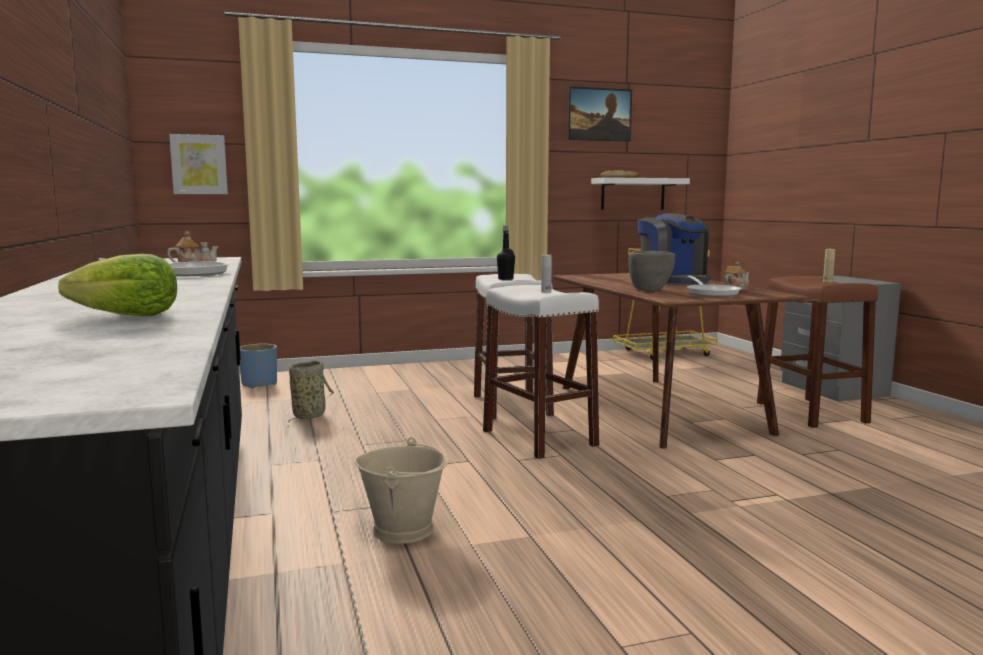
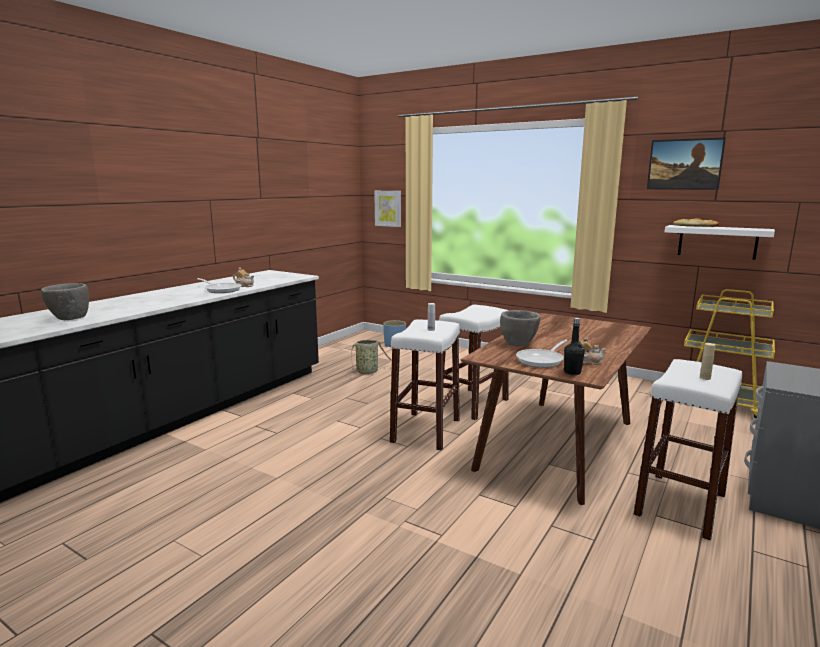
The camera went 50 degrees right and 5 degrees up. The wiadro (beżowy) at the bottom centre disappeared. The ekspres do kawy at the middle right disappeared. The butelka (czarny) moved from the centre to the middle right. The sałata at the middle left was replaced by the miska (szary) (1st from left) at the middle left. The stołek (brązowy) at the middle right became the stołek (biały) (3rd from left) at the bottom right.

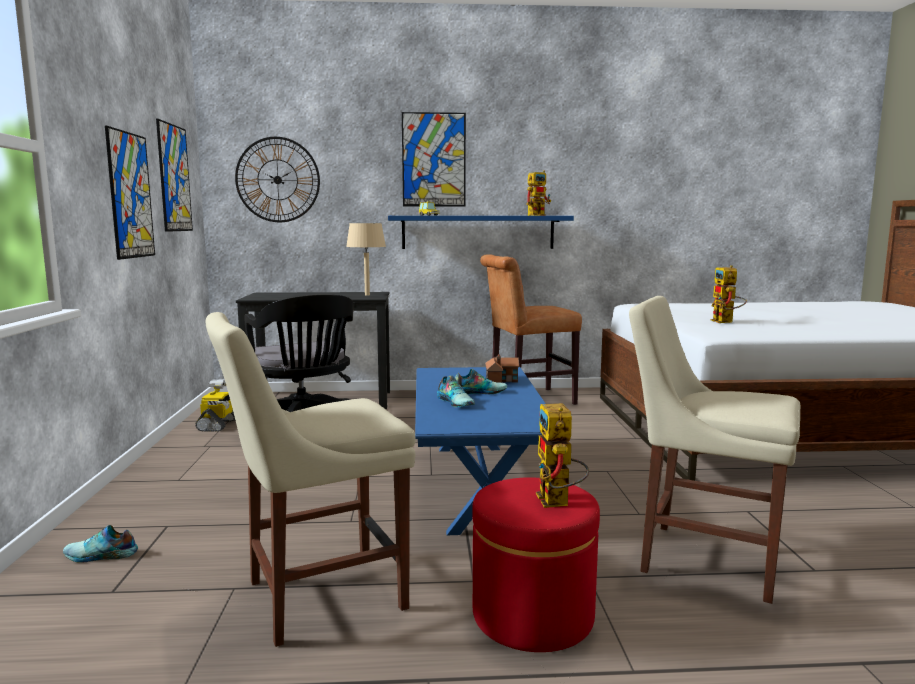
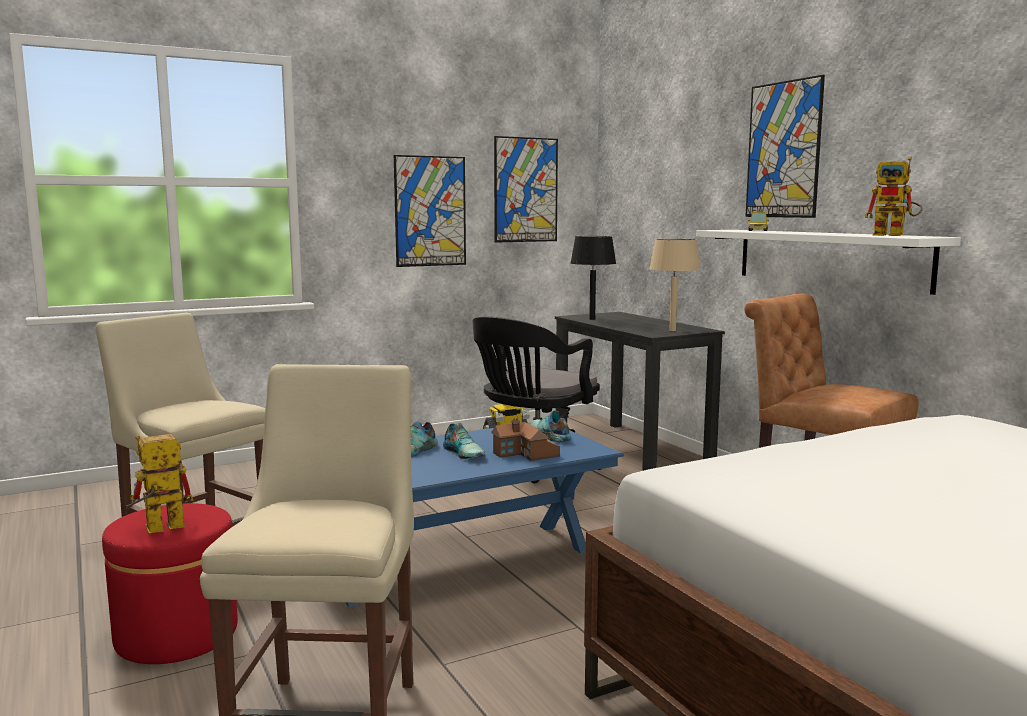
The camera went 65 degrees right and 0 degrees up. The zegar ścienny at the top left disappeared. The robot zabawkowy (4th from left) at the middle right disappeared. The lampa stołowa (czarny) at the centre appeared. The but (1st from left in the first image) moved from the bottom left to the centre. The półka (niebieski) at the centre became the półka (biały) at the middle right.

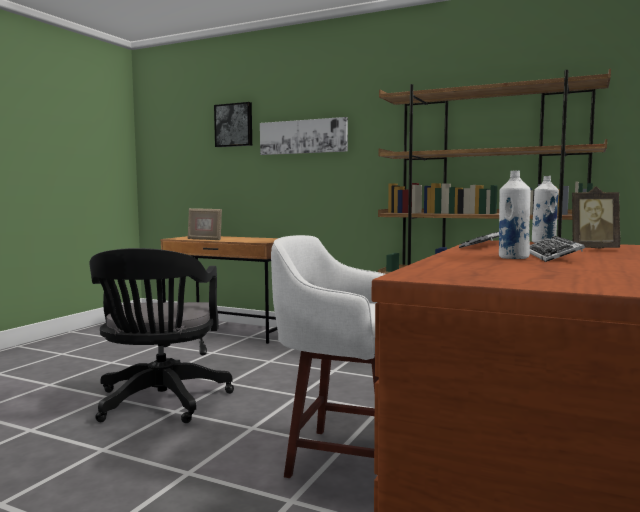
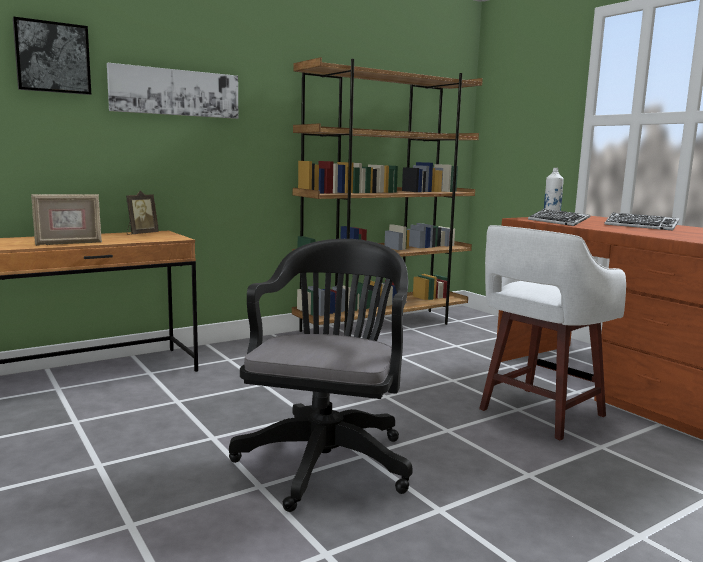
The camera went 60 degrees left and 5 degrees up. The butelka (biały) (1st from left) at the middle right disappeared. The ramka na zdjęcie (2nd from left) moved from the middle right to the middle left. The krzesło biurowe (czarny) at the middle left turned 105 degrees counterclockwise.

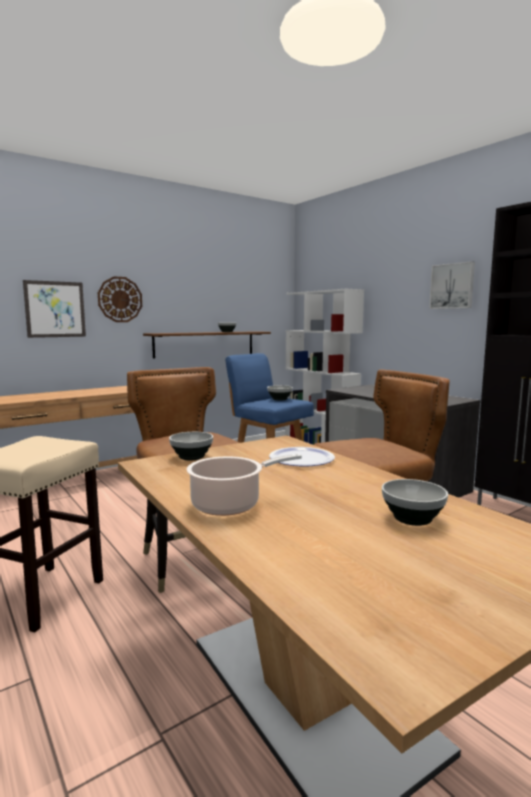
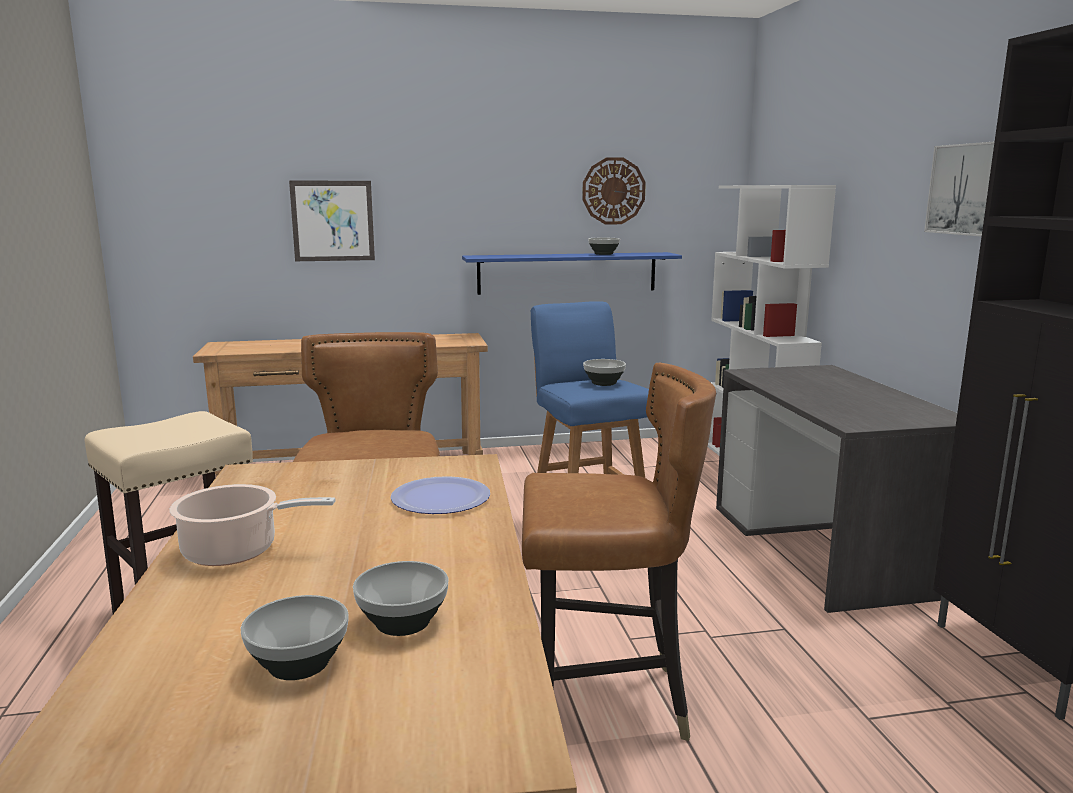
The camera went 25 degrees right and 5 degrees up. The zegar ścienny moved from the middle left to the top centre. The miska (1st from left) moved from the centre to the bottom left. The półka (brązowy) at the centre became the półka (niebieski) at the centre.

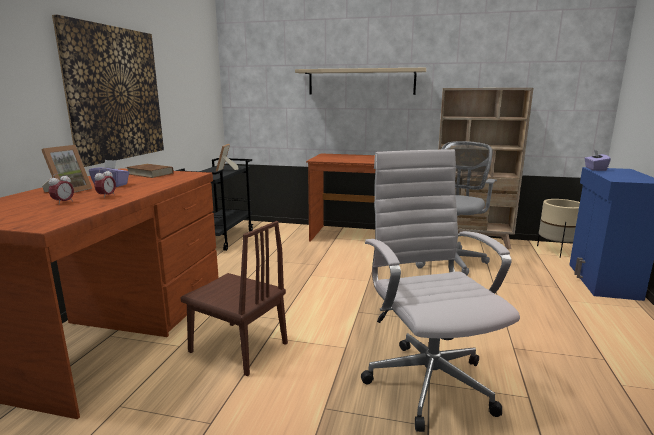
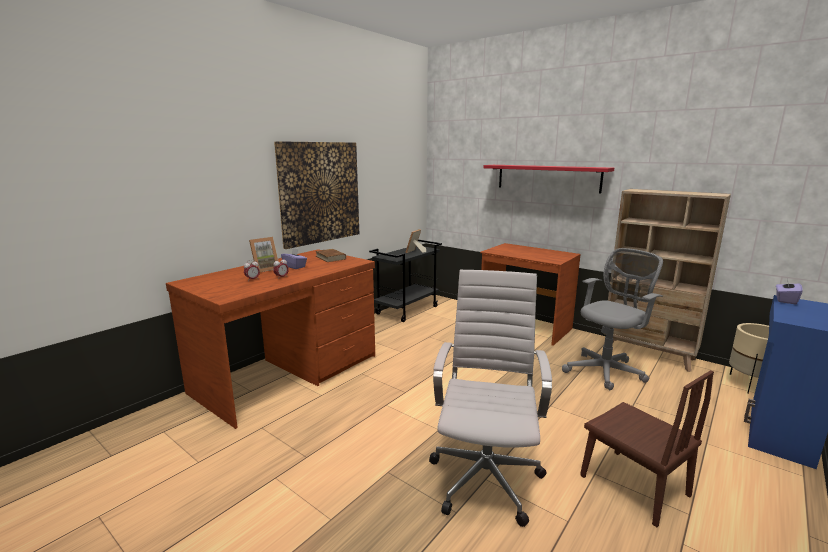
The camera went 25 degrees right and 0 degrees up. The krzesło (brązowy) moved from the bottom centre to the bottom right. The półka (beżowy) at the top centre became the półka (czerwony) at the top centre.

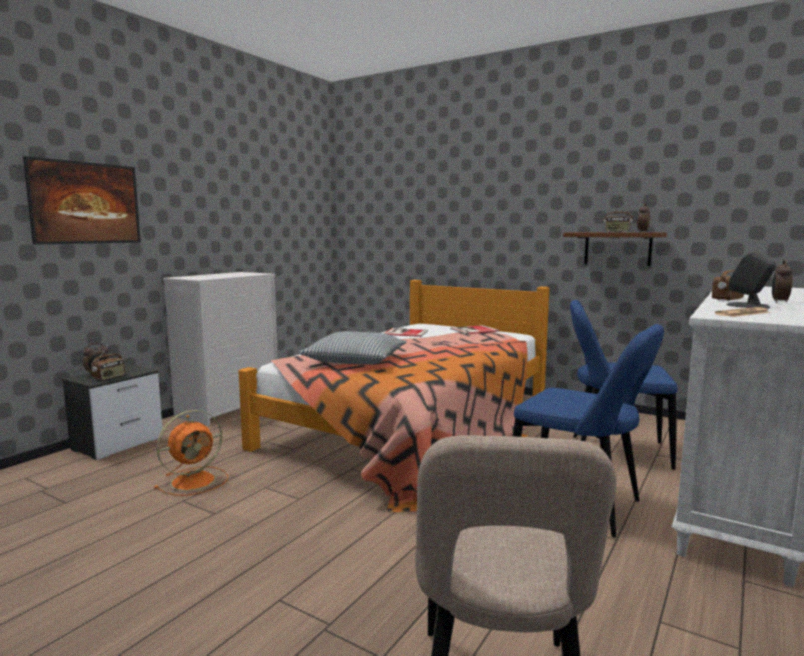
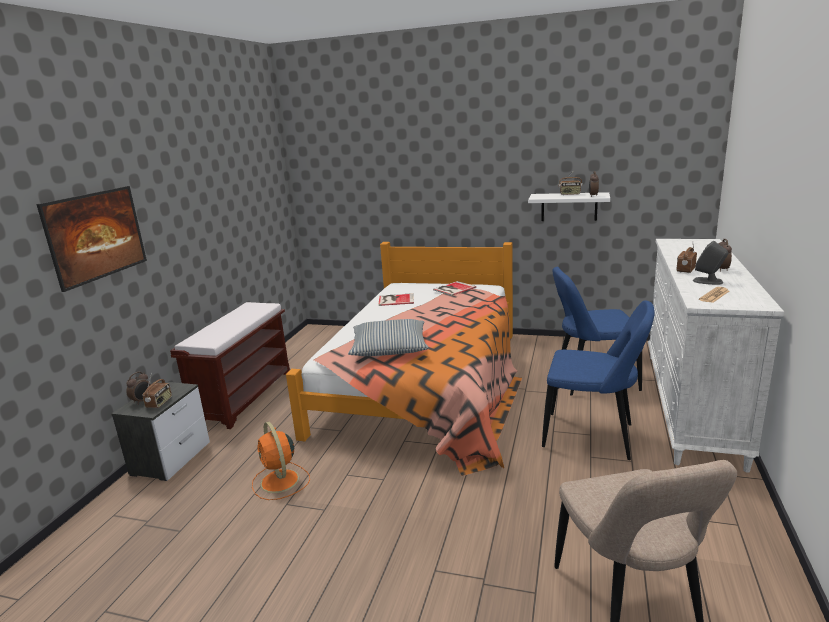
The camera went 15 degrees left and 10 degrees up. The komoda (biały) (1st from left) at the middle left was replaced by the ławka (brązowy) at the middle left. The półka (brązowy) at the middle right became the półka (biały) at the top right. The wentylator (pomarańczowy) at the bottom left turned 120 degrees clockwise.

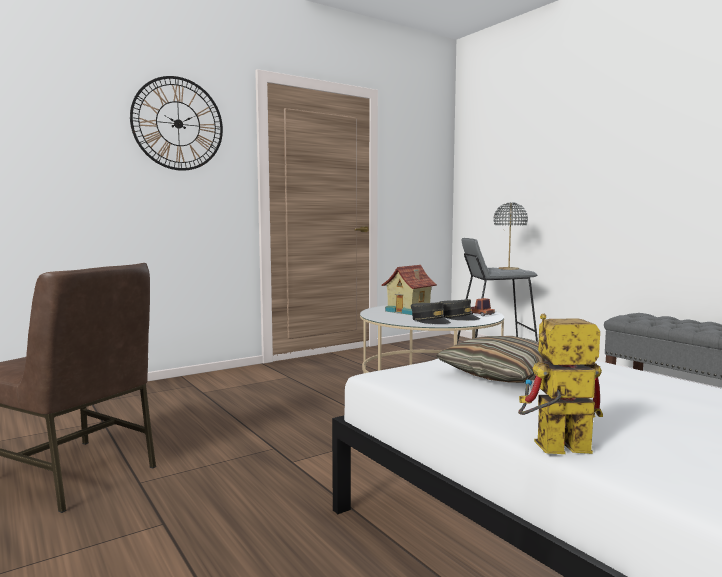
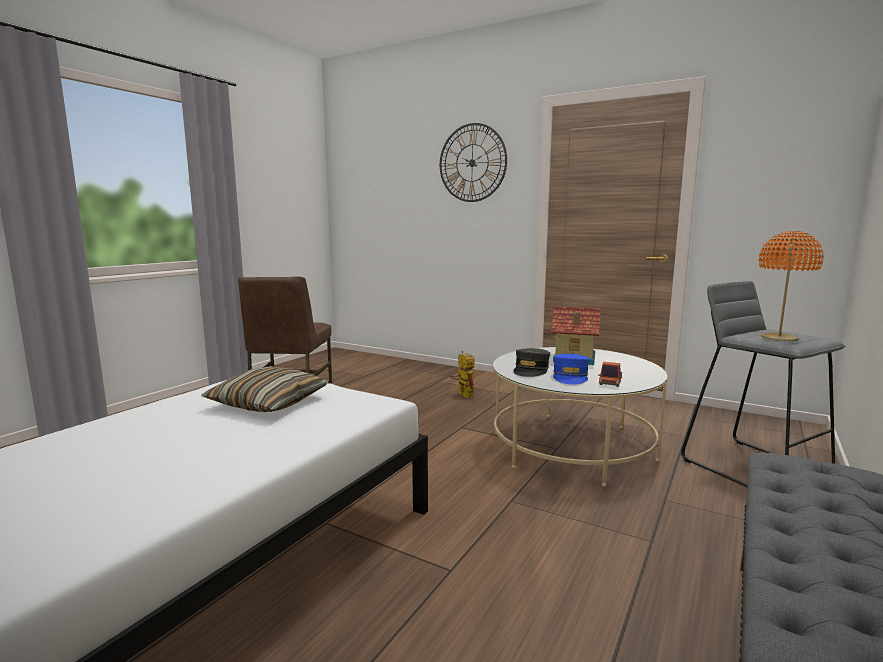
The camera went 65 degrees right and 5 degrees up. The robot zabawkowy moved from the middle right to the centre. The czapka z daszkiem (szary) (2nd from left) at the centre became the czapka z daszkiem (niebieski) at the centre. The lampa stołowa (szary) at the middle right became the lampa stołowa (pomarańczowy) at the middle right.

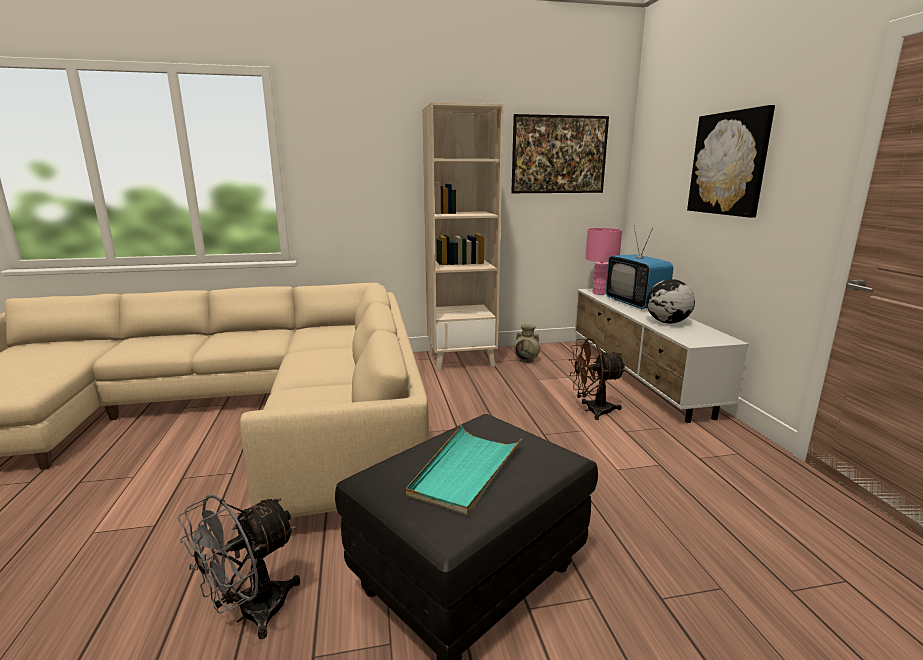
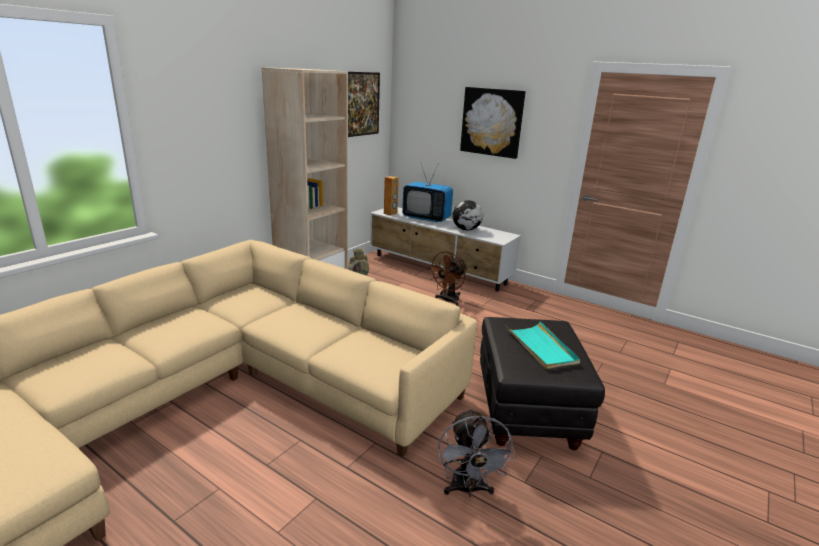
The camera went 45 degrees left and 5 degrees up. The lampa stołowa (różowy) at the centre was replaced by the głośnik (brązowy) at the centre.

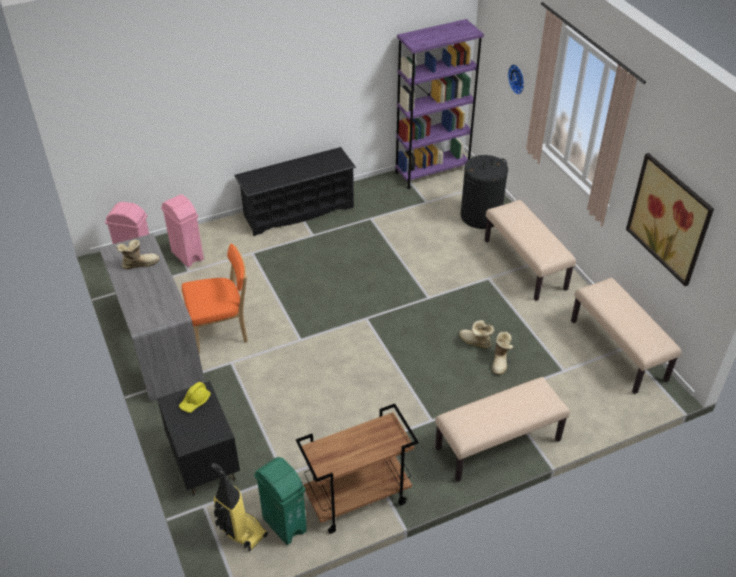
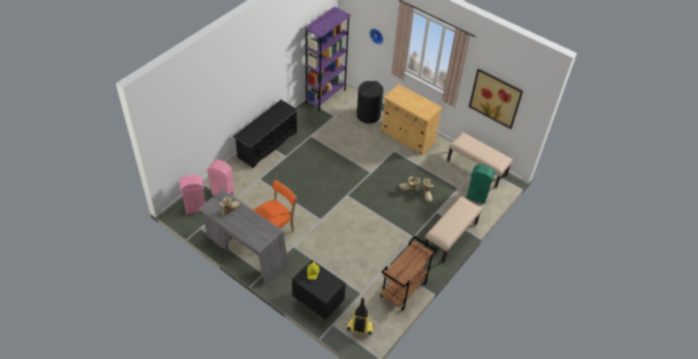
The camera went 30 degrees left and 5 degrees up. The kosz na śmieci (zielony) moved from the bottom centre to the middle right. The ławka (beżowy) (2nd from left) at the middle right was replaced by the szafka (beżowy) at the top centre.

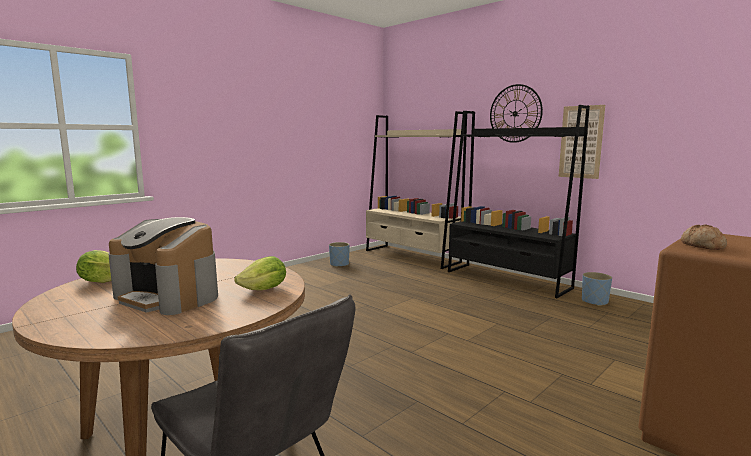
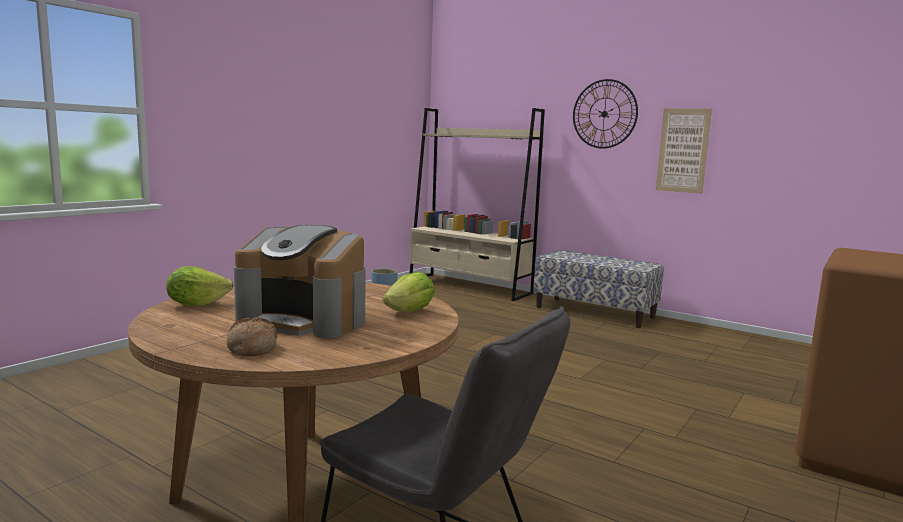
The camera went 10 degrees left and 0 degrees up. The donica (niebieski) (2nd from left) at the middle right disappeared. The chleb moved from the middle right to the middle left. The regał (czarny) at the middle right was replaced by the ławka at the centre.

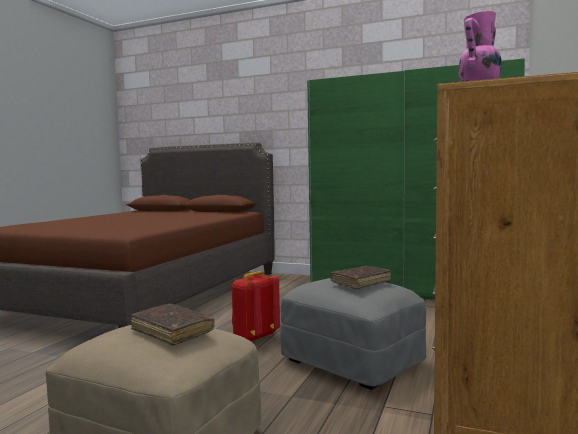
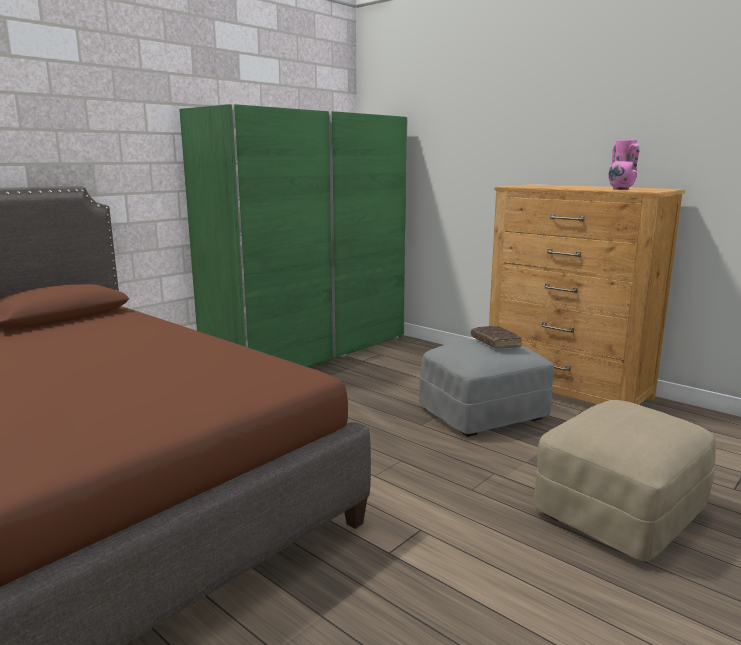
The camera went 70 degrees left and 10 degrees up. The książka (brązowy) (1st from left) at the bottom left disappeared. The plecak (czerwony) at the bottom centre disappeared.

